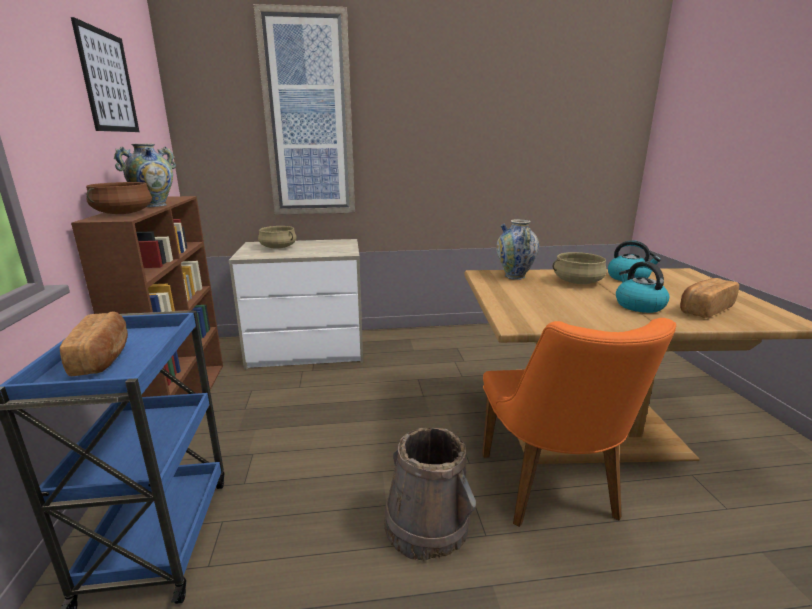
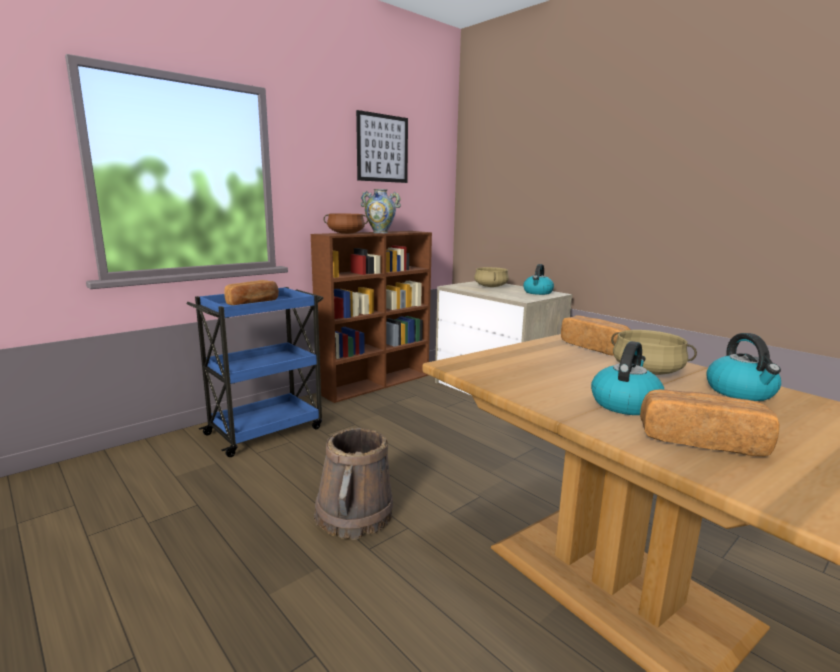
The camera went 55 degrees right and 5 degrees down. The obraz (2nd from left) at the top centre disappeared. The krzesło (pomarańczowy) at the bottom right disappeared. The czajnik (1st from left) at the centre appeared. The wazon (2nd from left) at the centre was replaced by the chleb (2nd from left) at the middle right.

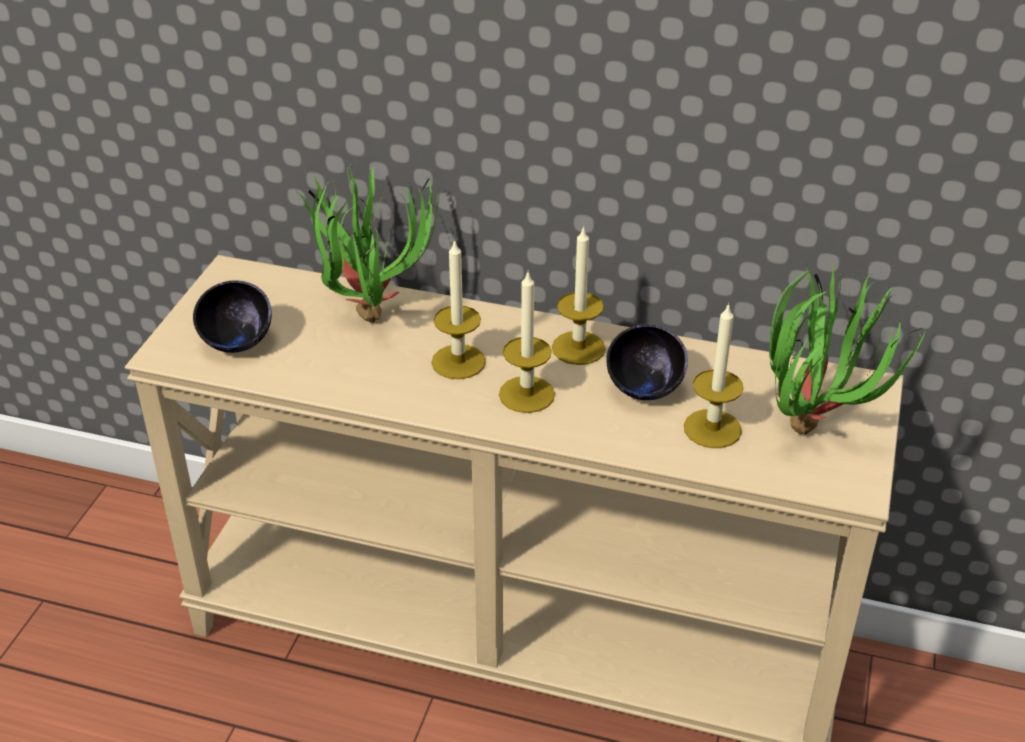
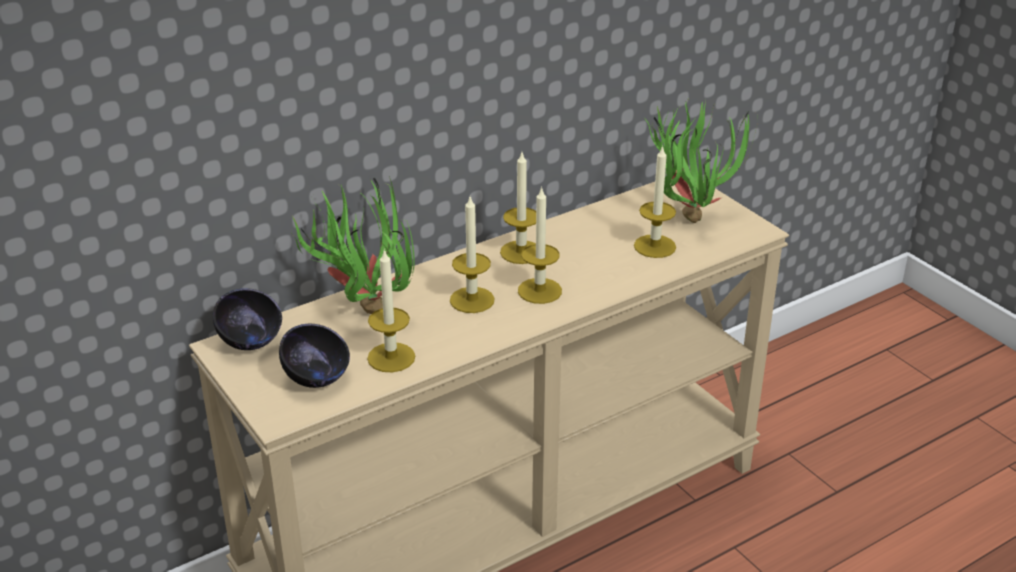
The camera went 50 degrees left and 5 degrees down. The świeca (1st from left) at the centre appeared. The miska (czarny) (2nd from left in the first image) moved from the centre to the middle left.

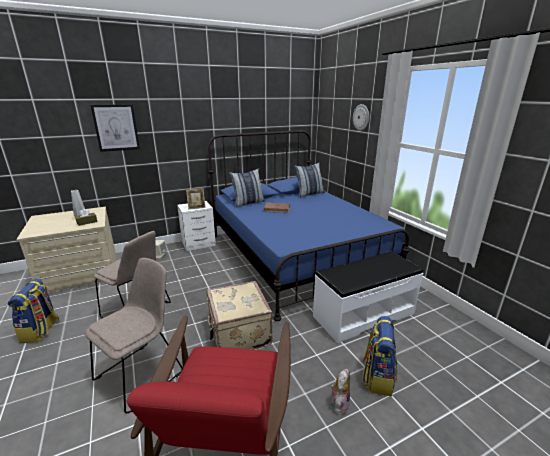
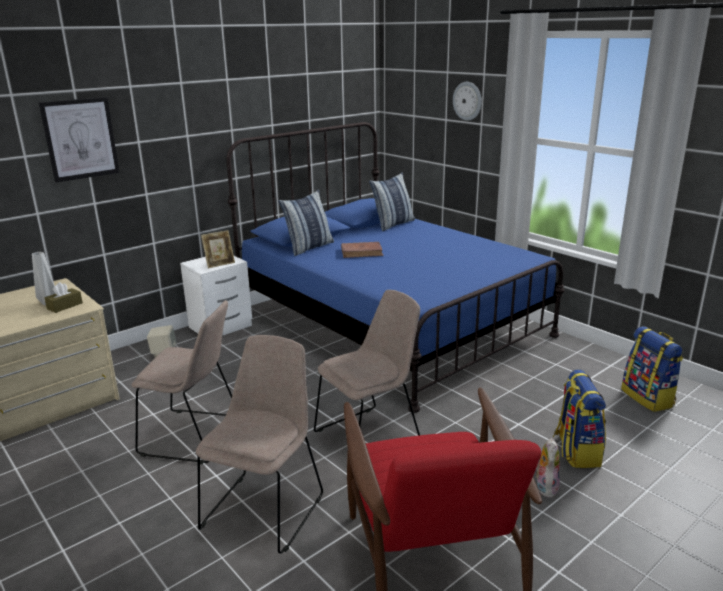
The camera went 15 degrees left and 0 degrees up. The ławka (biały) at the middle right disappeared. The plecak (1st from left in the first image) moved from the bottom left to the middle right. The walizka (beżowy) at the bottom centre was replaced by the krzesło (beżowy) (3rd from left) at the centre.

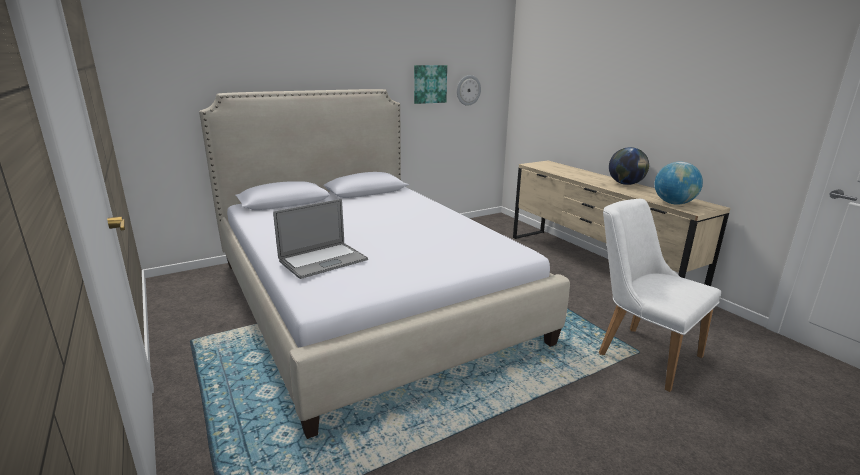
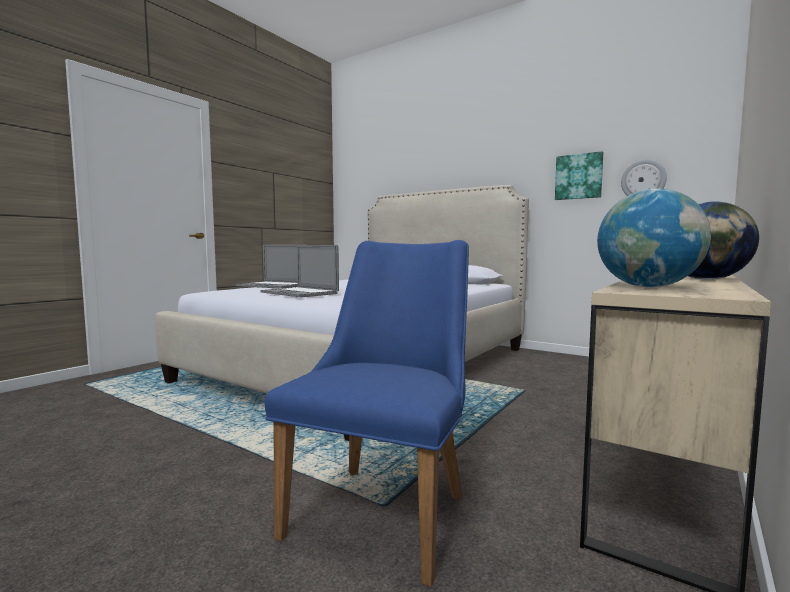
The camera went 65 degrees right and 15 degrees down. The laptop (2nd from left) at the centre appeared. The krzesło (biały) at the middle right became the krzesło (niebieski) at the bottom centre.

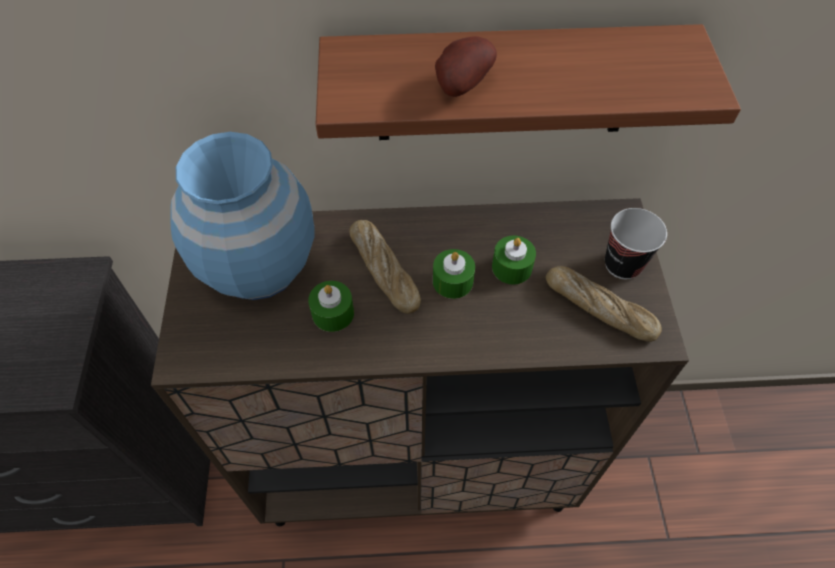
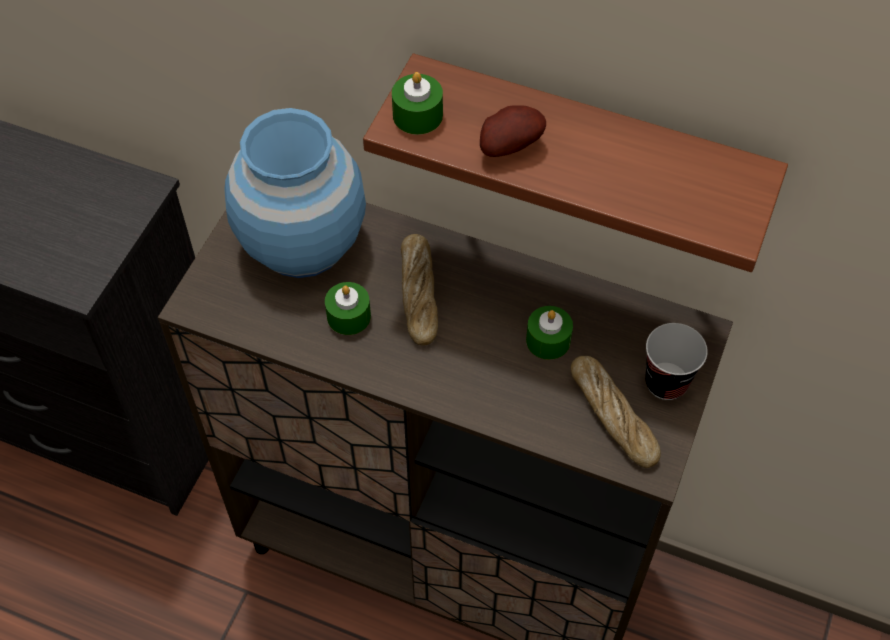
The camera went 25 degrees right and 0 degrees up. The świeca (zielony) (2nd from left) moved from the centre to the top centre.

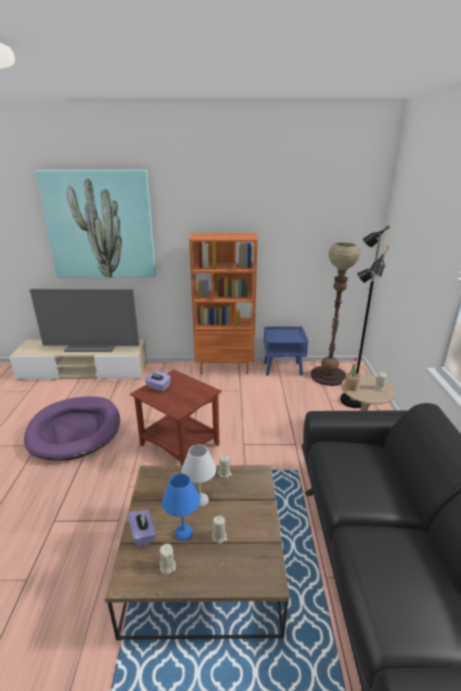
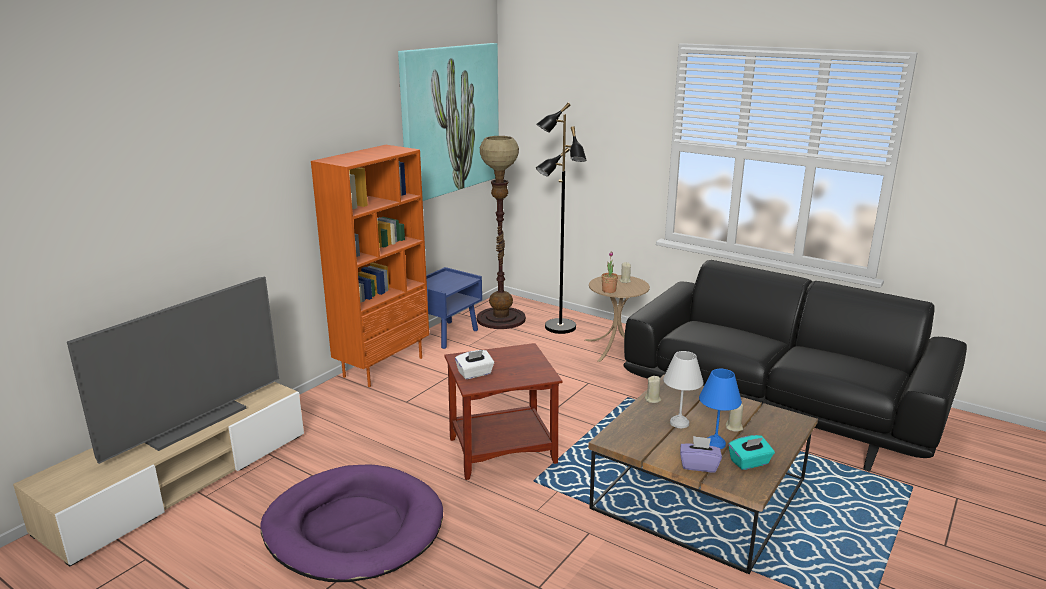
The camera went 55 degrees left and 5 degrees down. The obraz moved from the top left to the top centre. The świeca (beżowy) (1st from left) at the bottom centre was replaced by the pudełko chusteczek (turkusowy) at the bottom right. The pudełko chusteczek (fioletowy) (2nd from left) at the centre became the pudełko chusteczek (biały) at the centre.

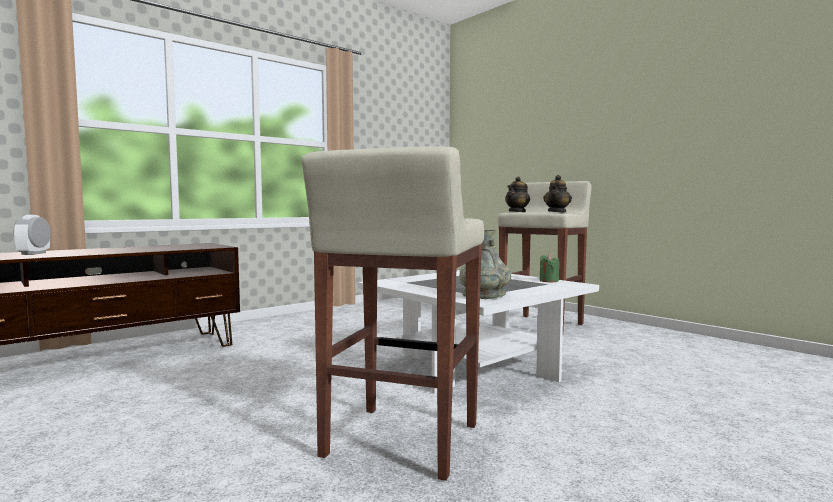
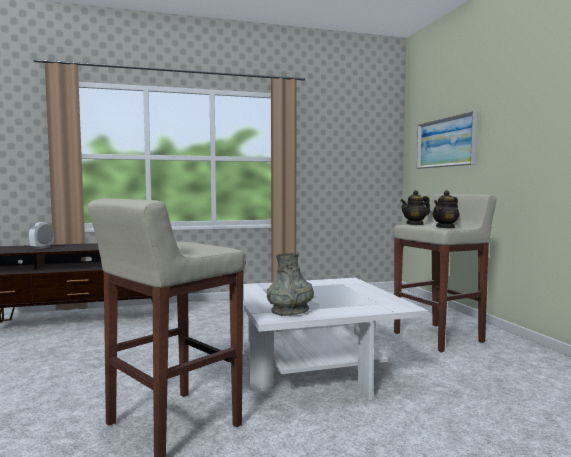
The camera went 25 degrees right and 0 degrees up. The świeca (zielony) at the centre disappeared. The obraz at the top right appeared.

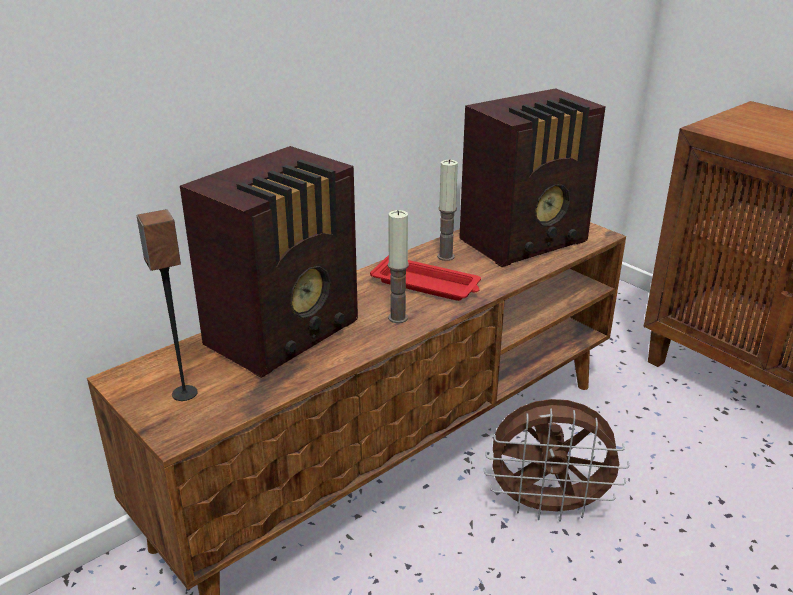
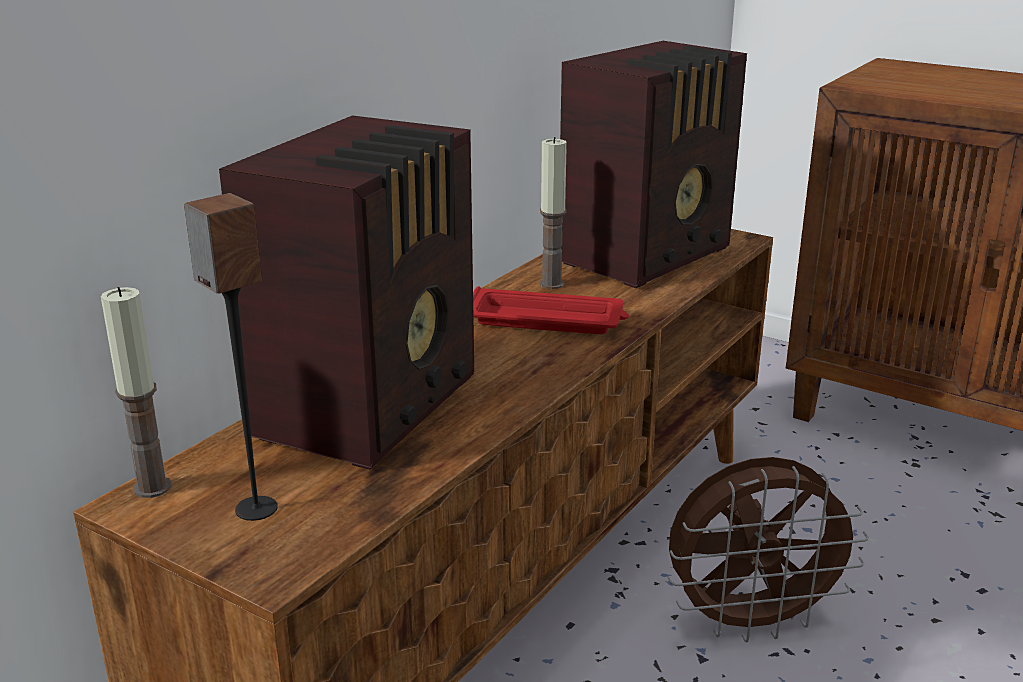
The camera went 15 degrees left and 5 degrees down. The świeca (1st from left) moved from the centre to the middle left.

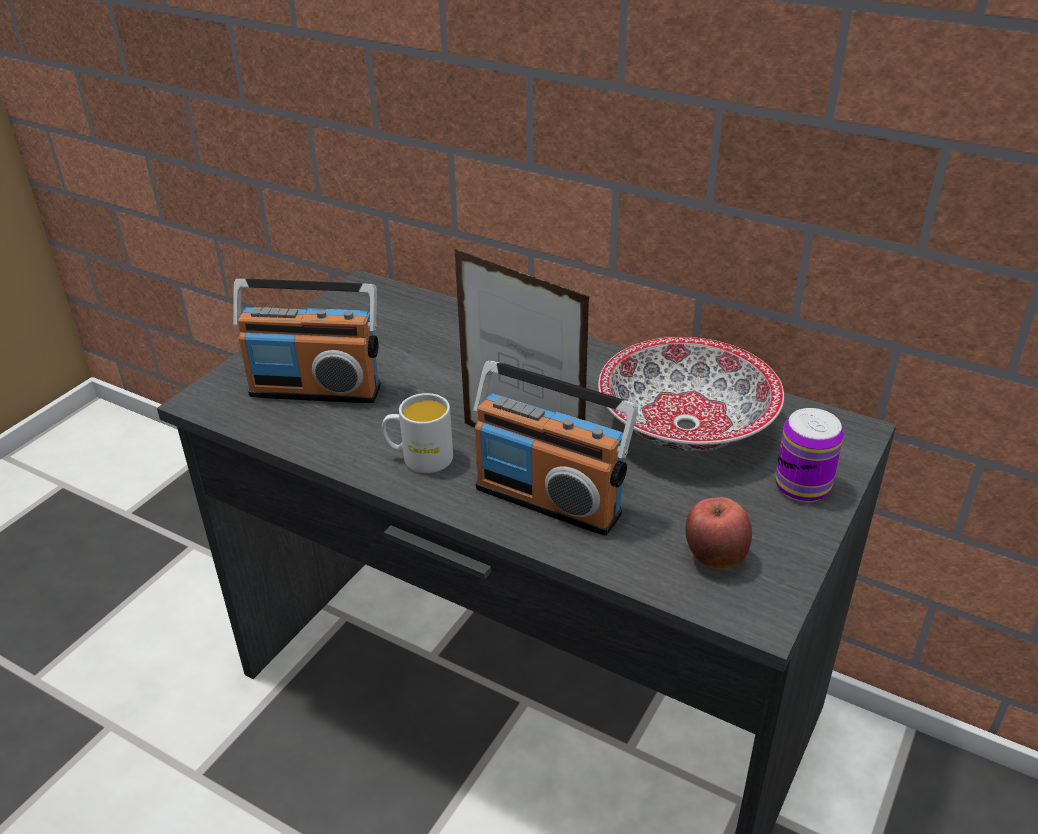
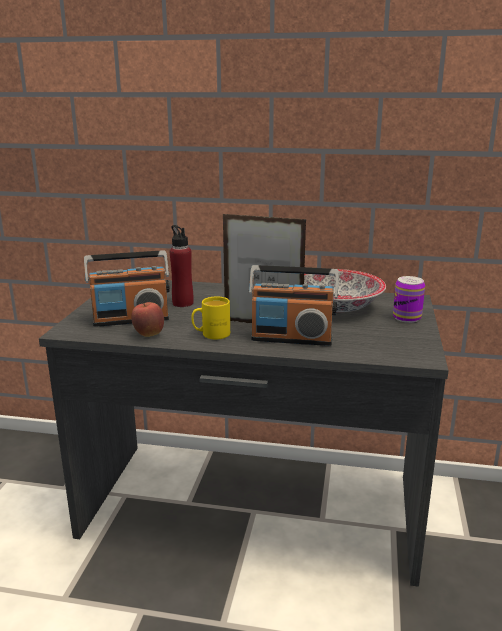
The camera went 20 degrees left and 15 degrees down. The butelka (czerwony) at the centre appeared. The jabłko moved from the middle right to the middle left. The kubek (biały) at the centre became the kubek (żółty) at the centre.

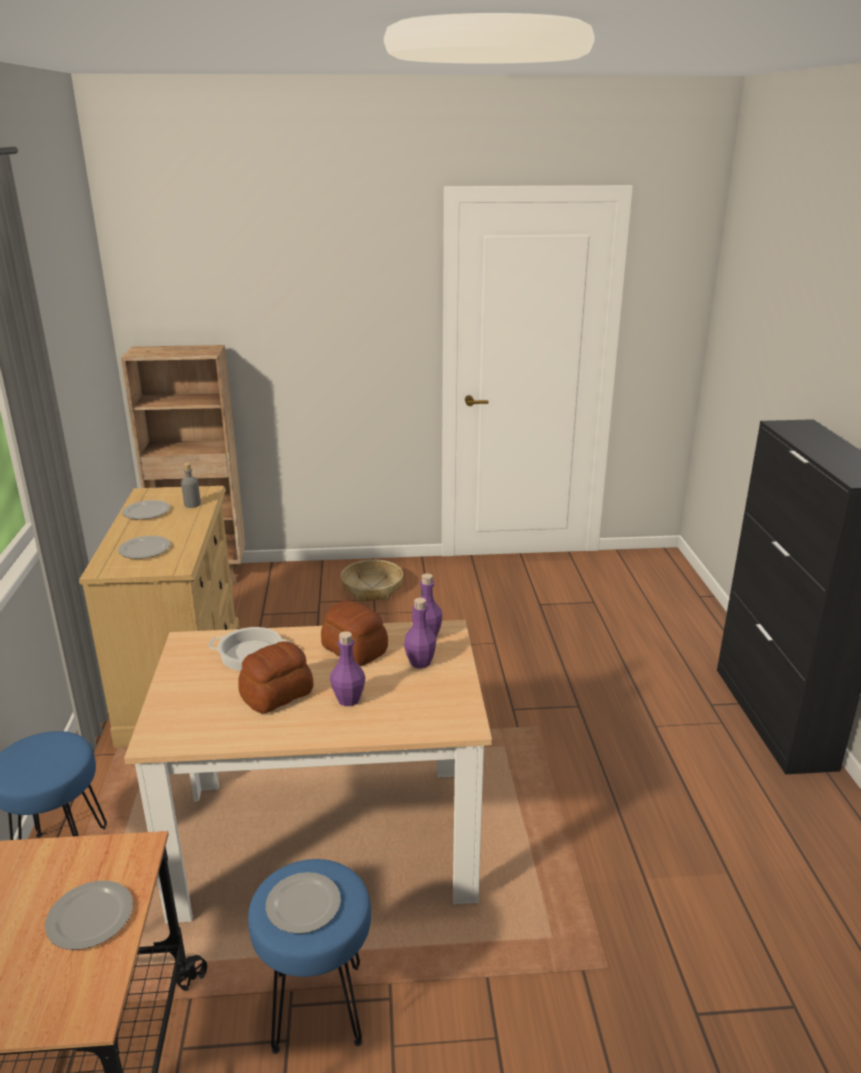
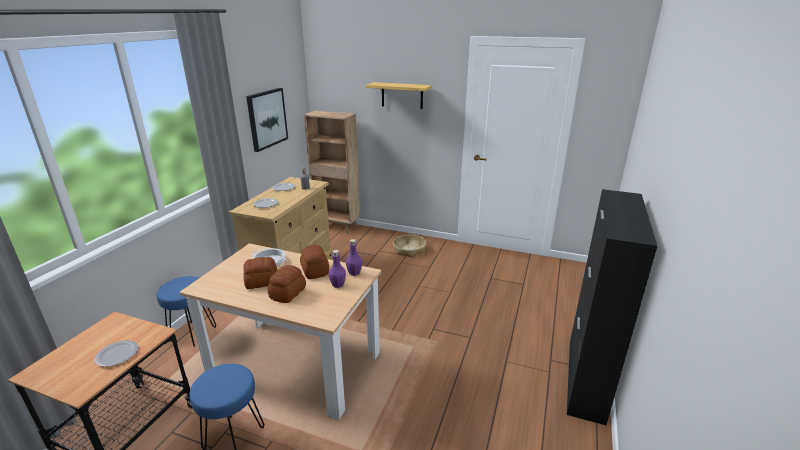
The camera went 25 degrees right and 0 degrees up. The talerz (4th from left) at the bottom centre disappeared. The obraz at the top centre appeared. The półka at the top centre appeared. The butelka (fioletowy) (1st from left) at the centre was replaced by the chleb (2nd from left) at the centre.

